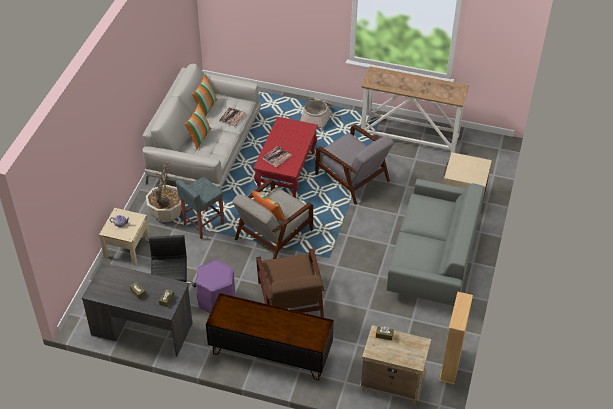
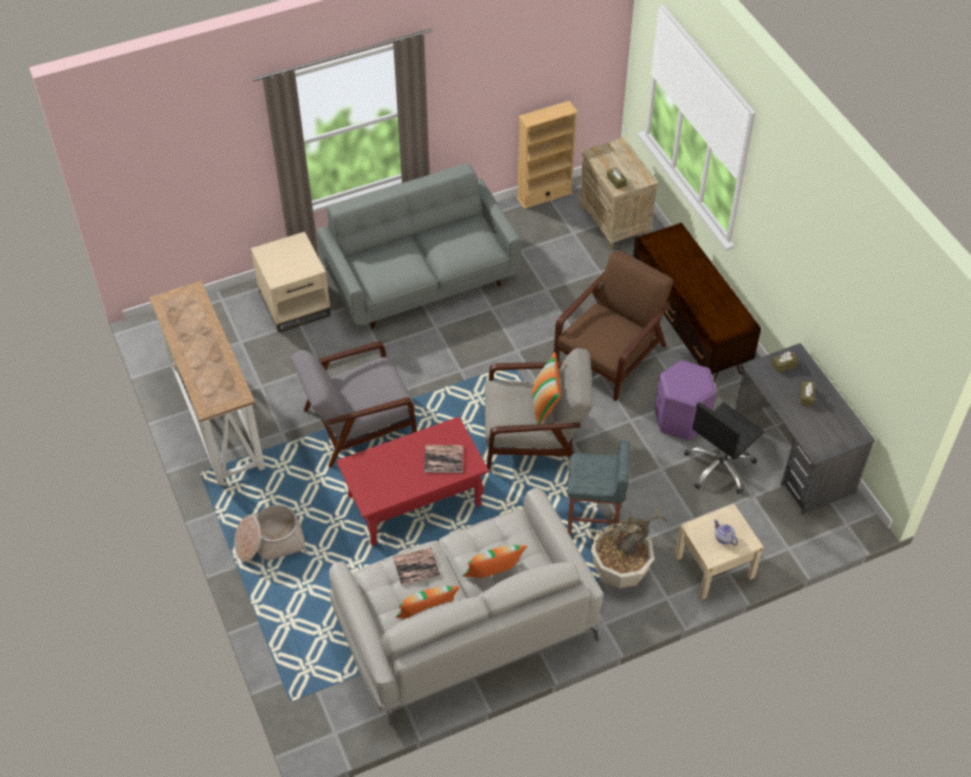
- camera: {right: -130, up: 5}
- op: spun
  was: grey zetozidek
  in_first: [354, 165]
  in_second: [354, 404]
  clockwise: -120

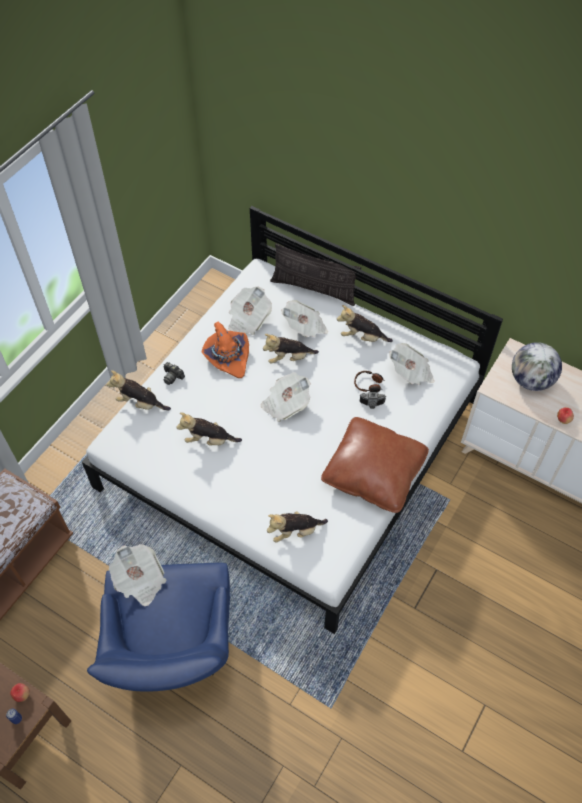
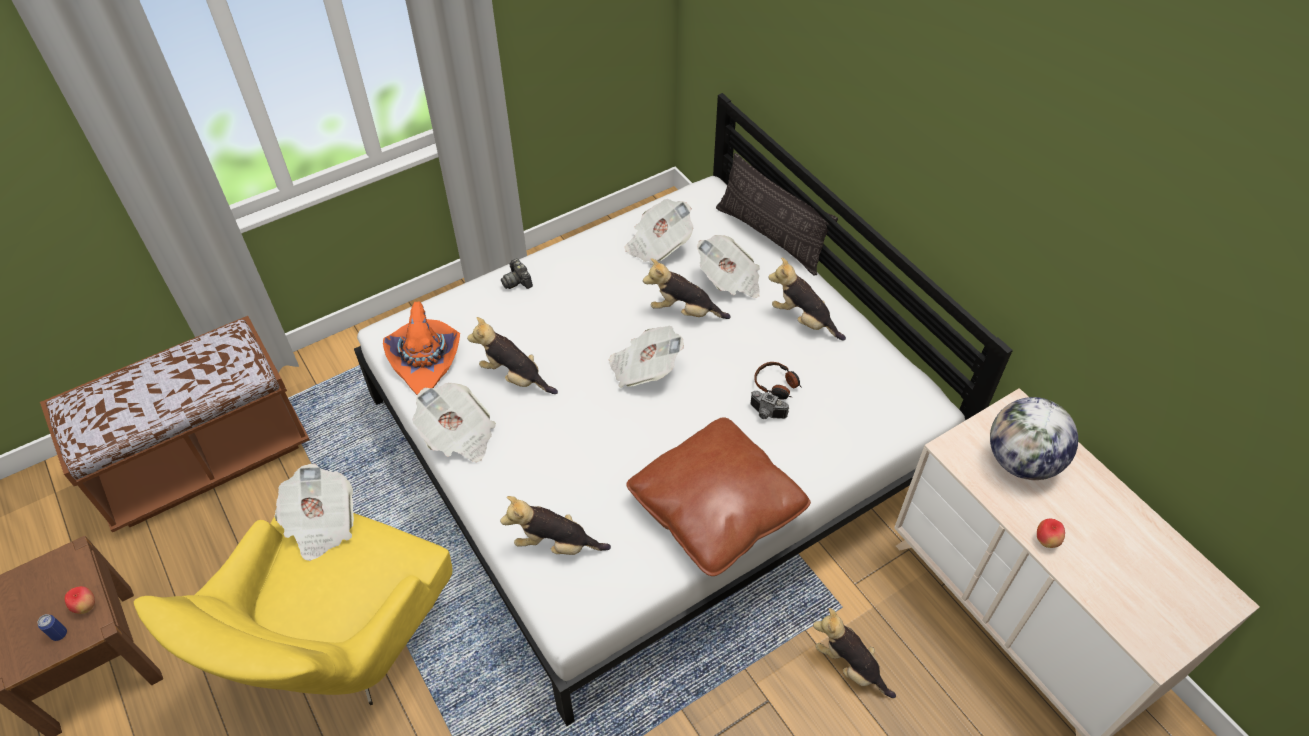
- camera: {right: 25, up: -5}
- op: relocated
  was: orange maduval
  in_first: [225, 349]
  in_second: [421, 348]
- op: relocated
  was: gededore
  in_first: [411, 364]
  in_second: [454, 422]
- op: relocated
  was: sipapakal
  in_first: [139, 390]
  in_second: [854, 653]
- op: colour
  was: blue zetozidek
  now: yellow zetozidek
  in_first: [158, 627]
  in_second: [293, 609]

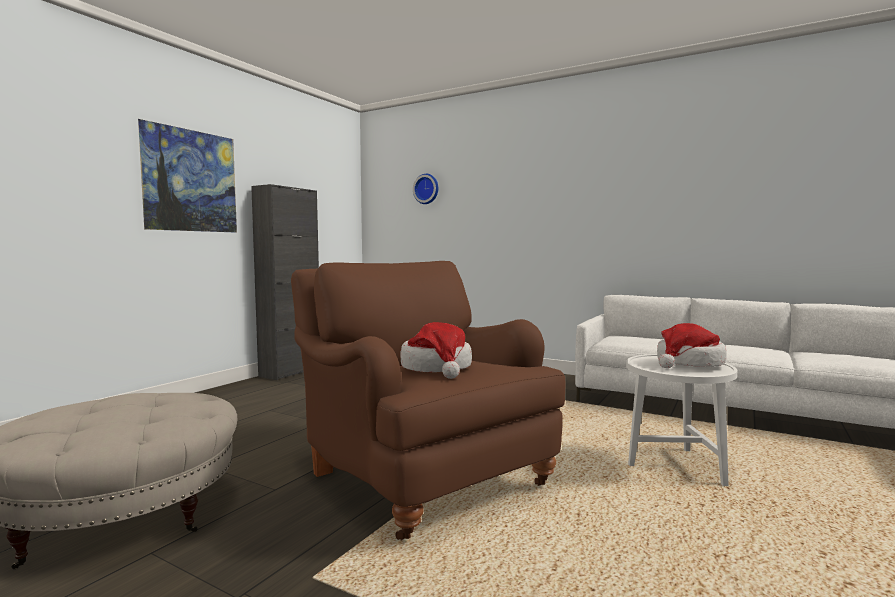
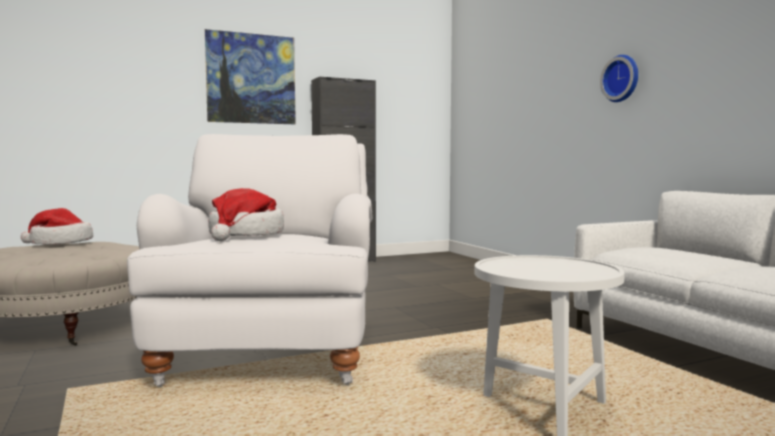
- camera: {right: 35, up: 0}
- op: relocated
  was: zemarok
  in_first: [425, 189]
  in_second: [619, 78]
- op: colour
  was: brown zetozidek
  now: white zetozidek
  in_first: [428, 401]
  in_second: [249, 260]
- op: relocated
  was: maduval
  in_first: [692, 345]
  in_second: [57, 226]

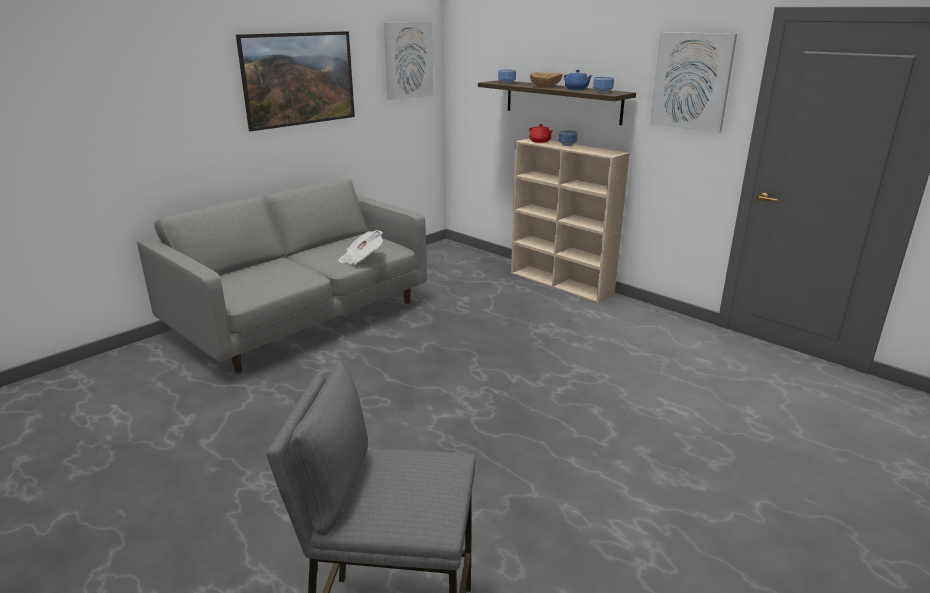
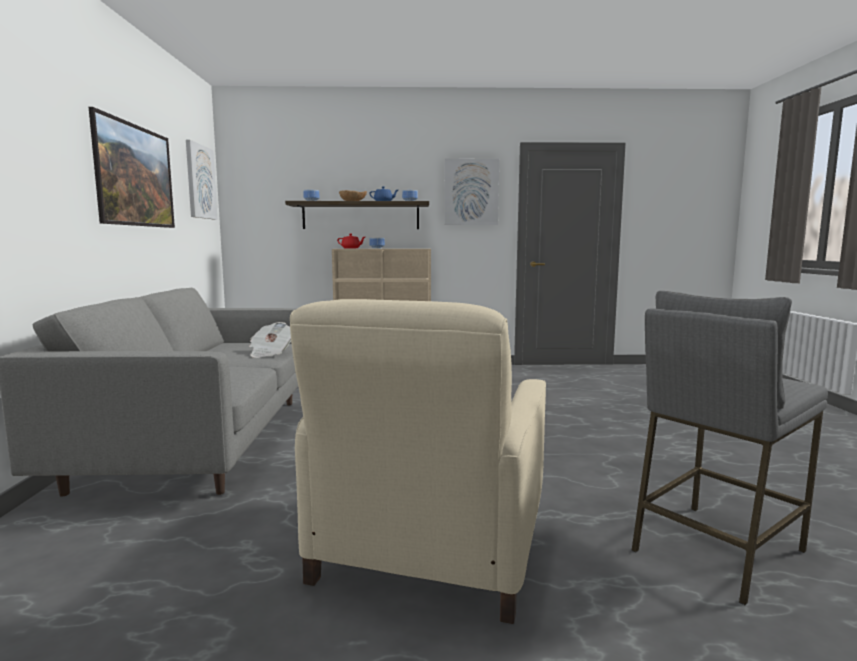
- camera: {right: -45, up: -15}
- op: appeared
  now: beige zetozidek
  in_second: [418, 461]

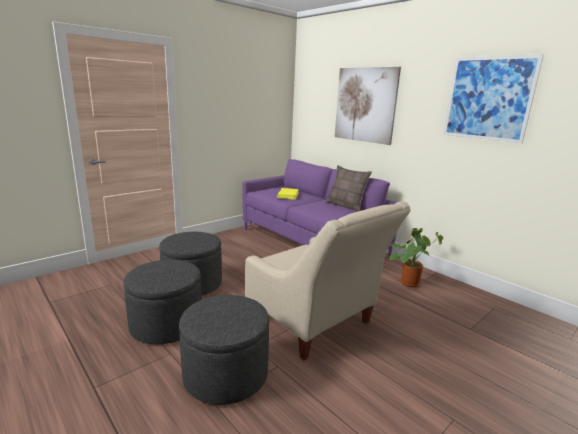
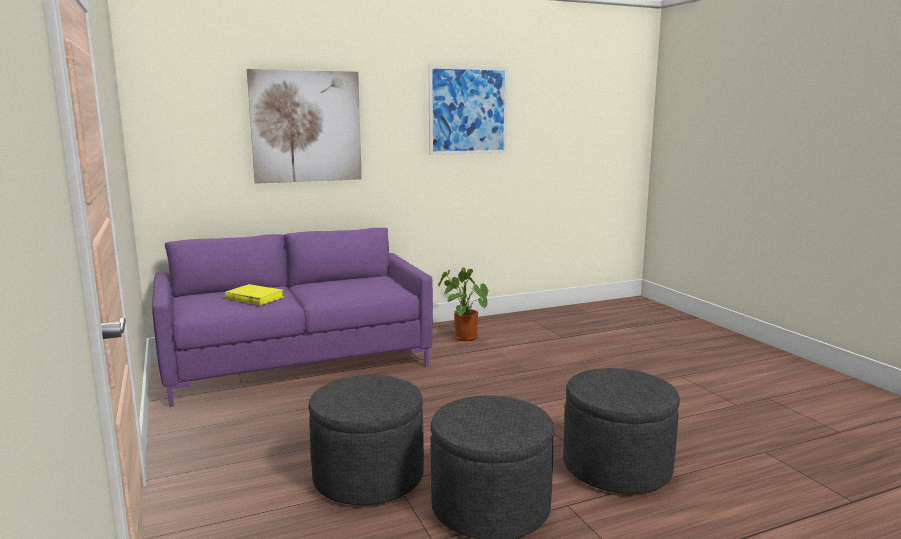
- camera: {right: -70, up: -5}
- op: missing
  was: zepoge
  in_first: [349, 188]
- op: missing
  was: beige zetozidek
  in_first: [328, 280]

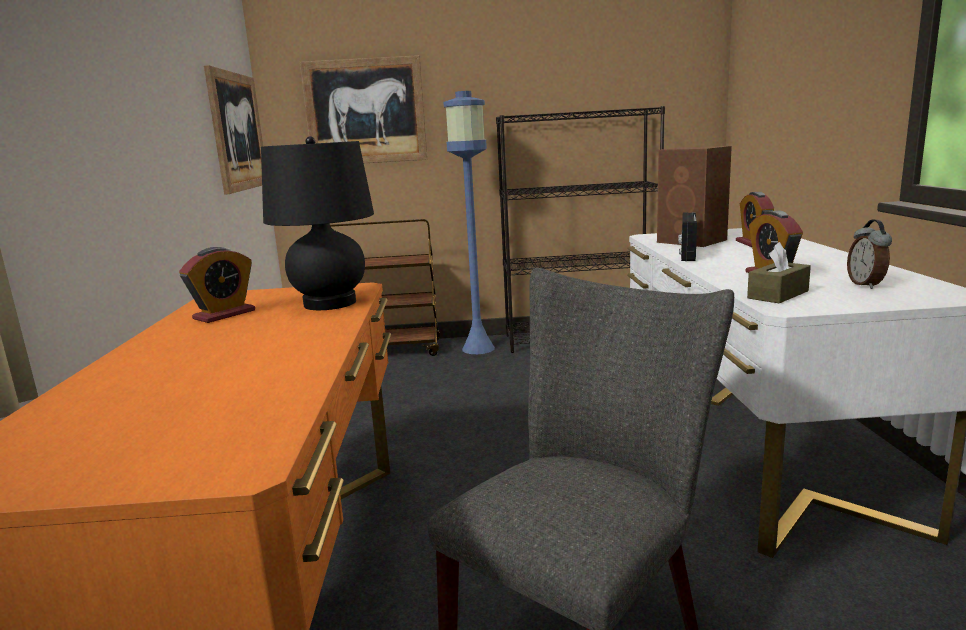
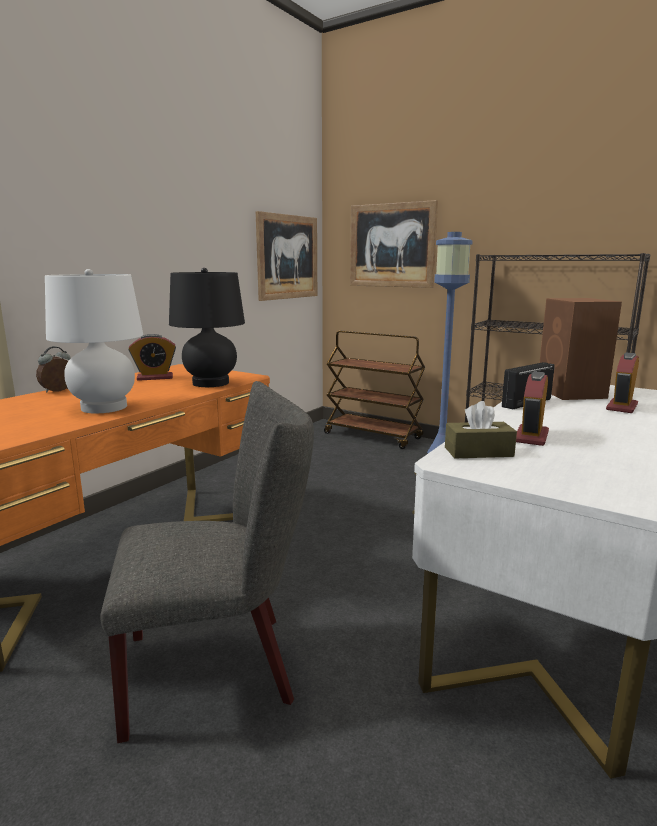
- camera: {right: 35, up: 0}
- op: relocated
  was: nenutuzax
  in_first: [869, 254]
  in_second: [53, 369]
- op: appeared
  now: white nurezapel
  in_second: [94, 341]

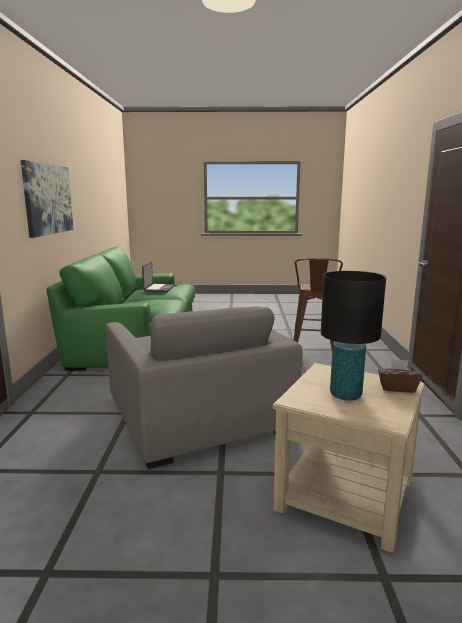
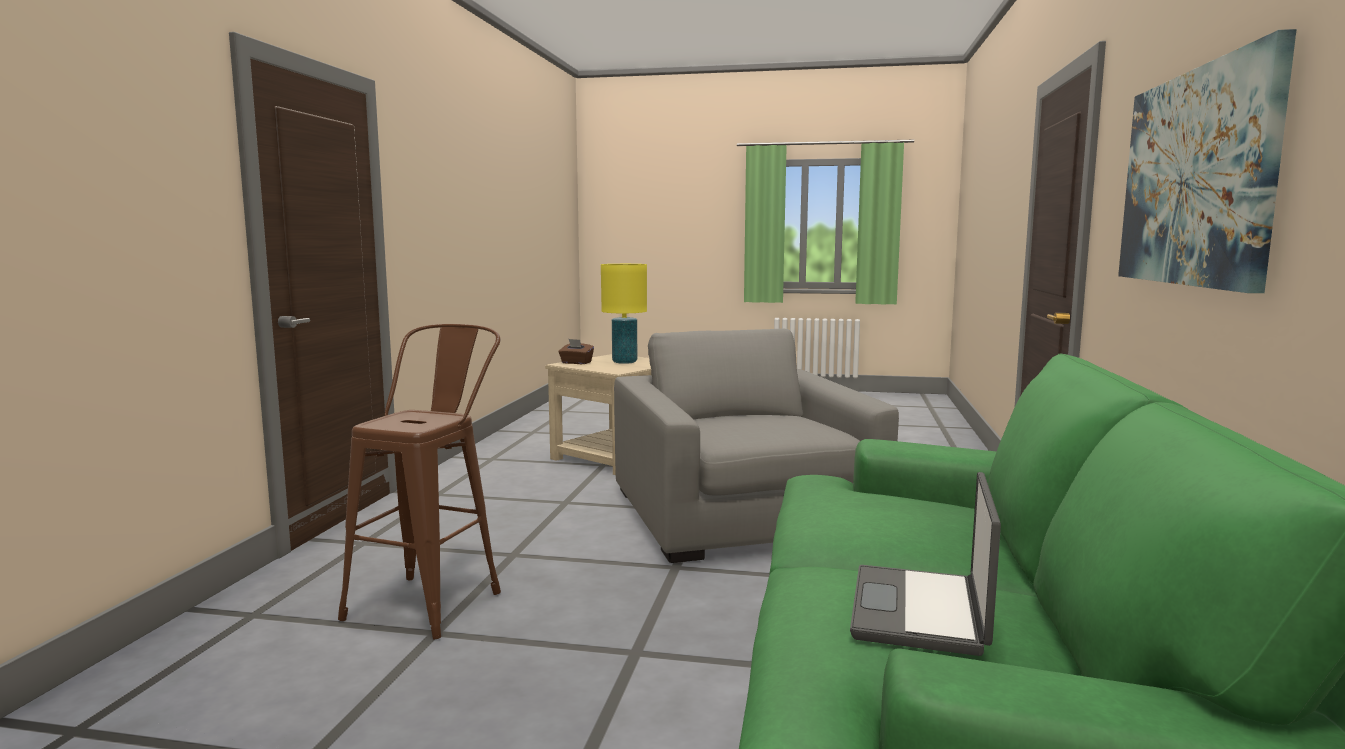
- camera: {right: -170, up: -5}
- op: colour
  was: black nurezapel
  now: yellow nurezapel
  in_first: [353, 336]
  in_second: [624, 314]

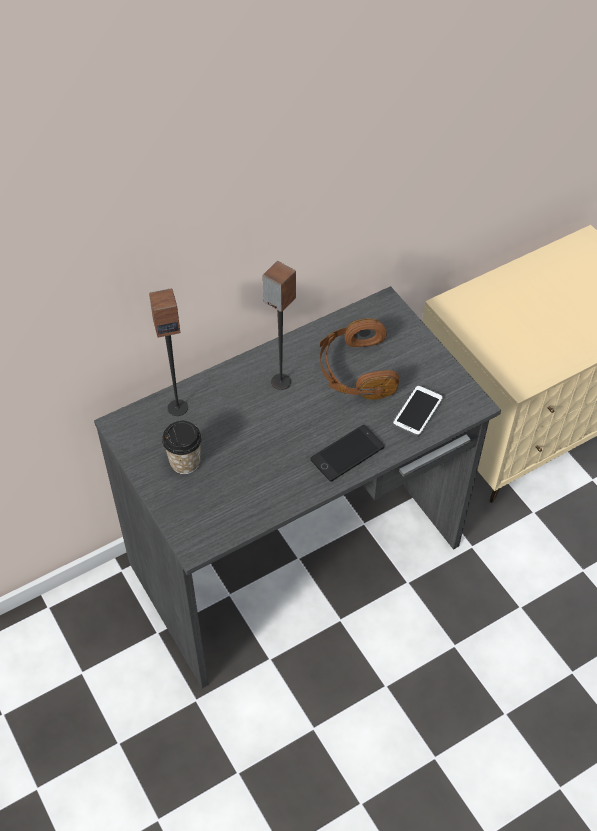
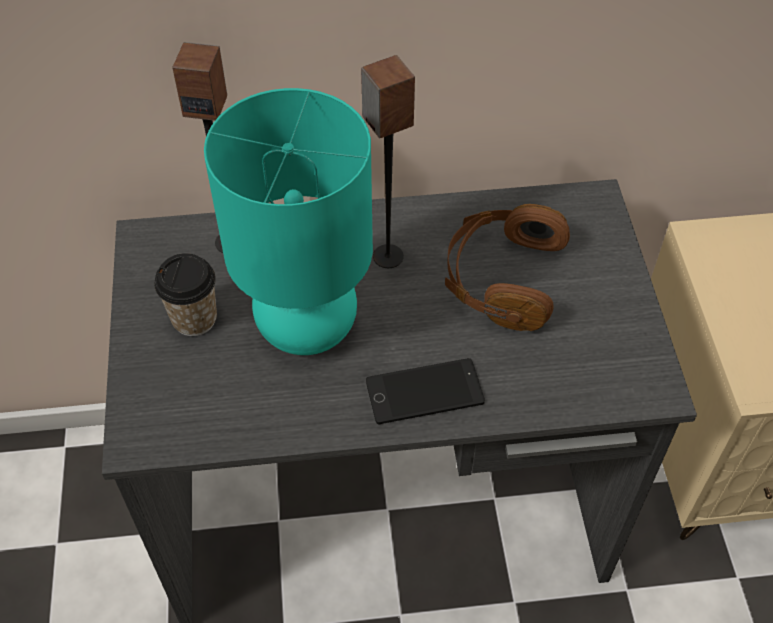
- camera: {right: 25, up: 0}
- op: missing
  was: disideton
  in_first: [417, 411]
- op: appeared
  now: turquoise nurezapel
  in_second: [288, 221]

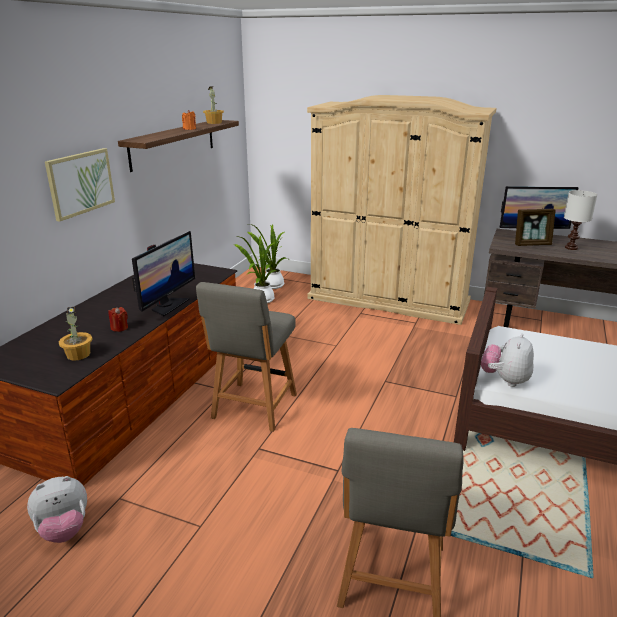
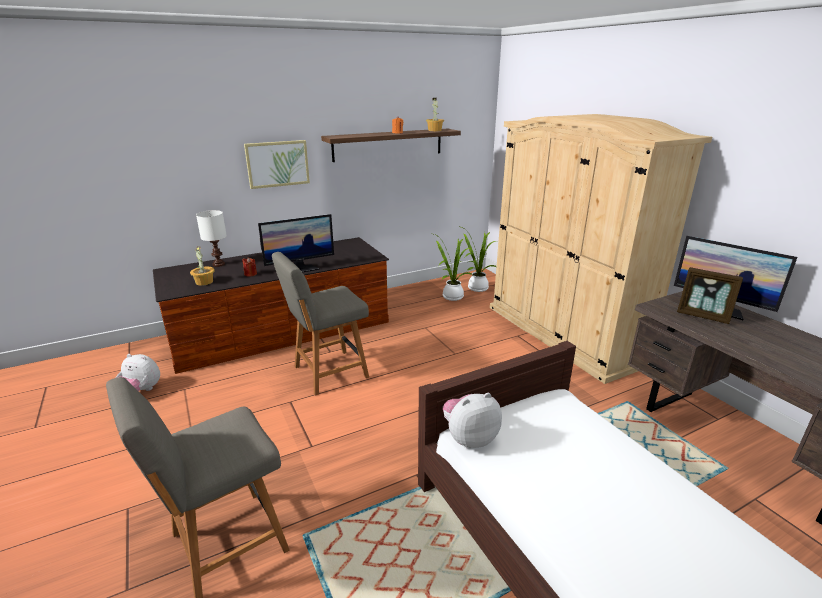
- camera: {right: 40, up: 0}
- op: relocated
  was: white nurezapel
  in_first: [580, 220]
  in_second: [211, 238]

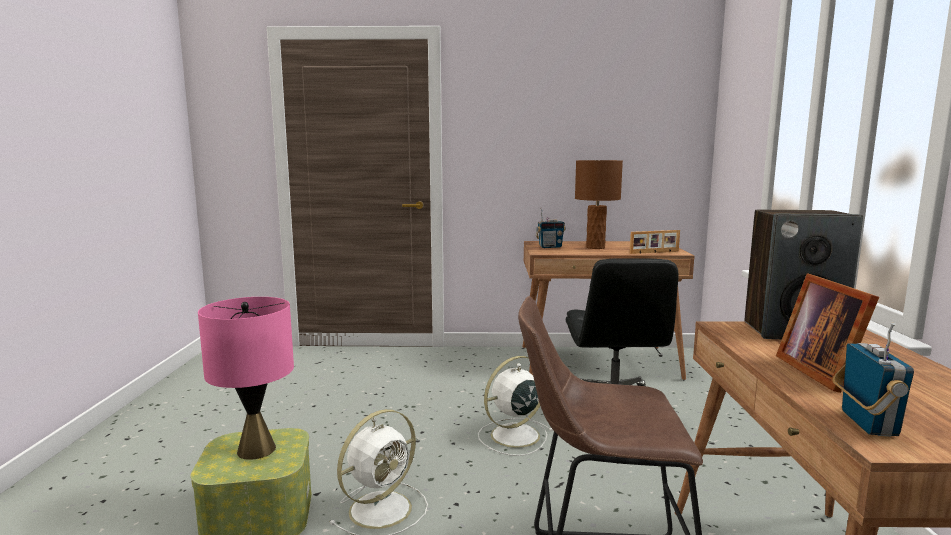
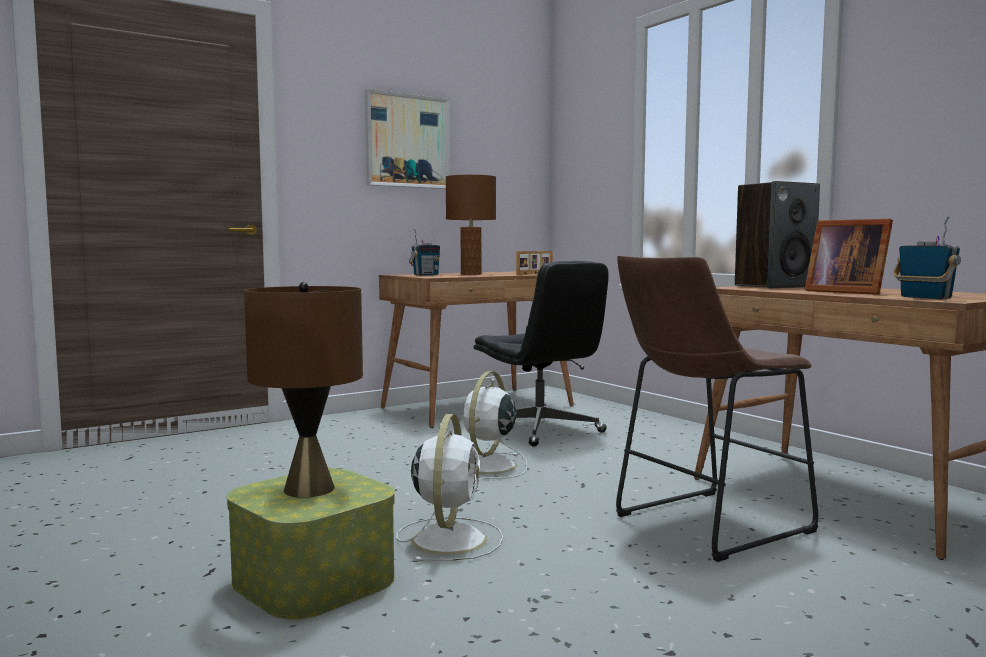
- camera: {right: -35, up: -5}
- op: colour
  was: pink nurezapel
  now: brown nurezapel
  in_first: [246, 378]
  in_second: [303, 390]
- op: appeared
  now: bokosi
  in_second: [407, 139]

